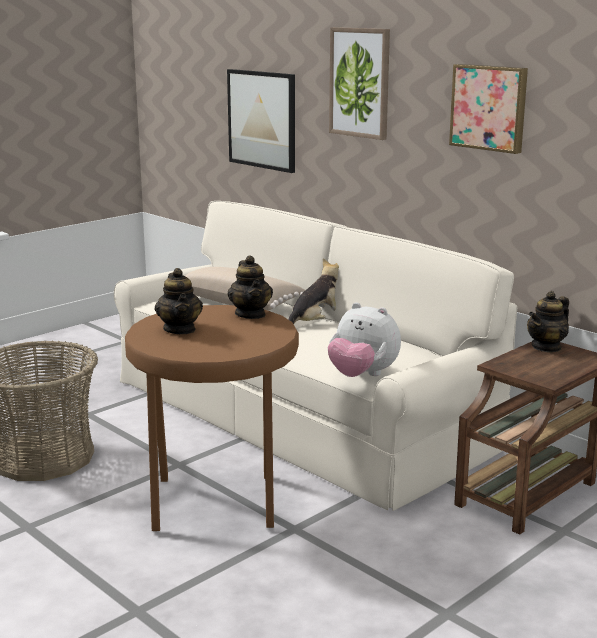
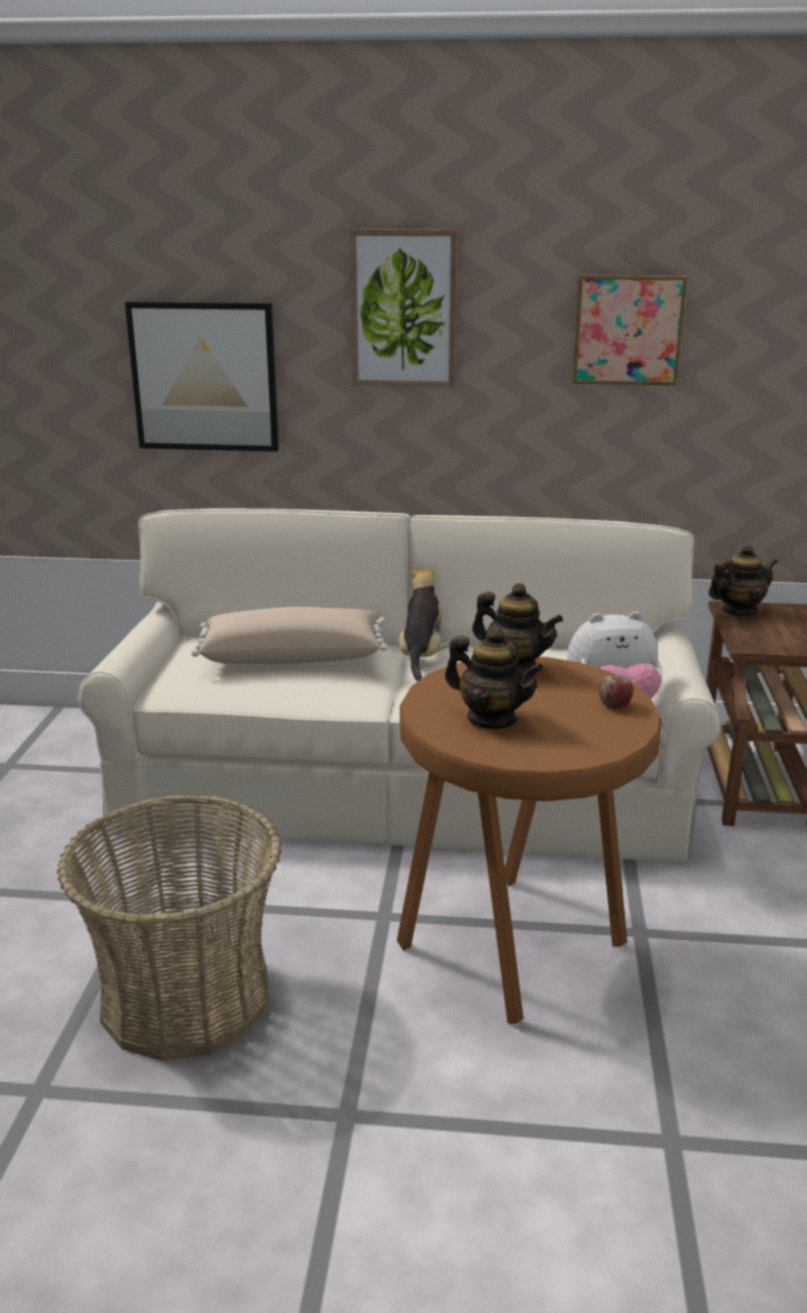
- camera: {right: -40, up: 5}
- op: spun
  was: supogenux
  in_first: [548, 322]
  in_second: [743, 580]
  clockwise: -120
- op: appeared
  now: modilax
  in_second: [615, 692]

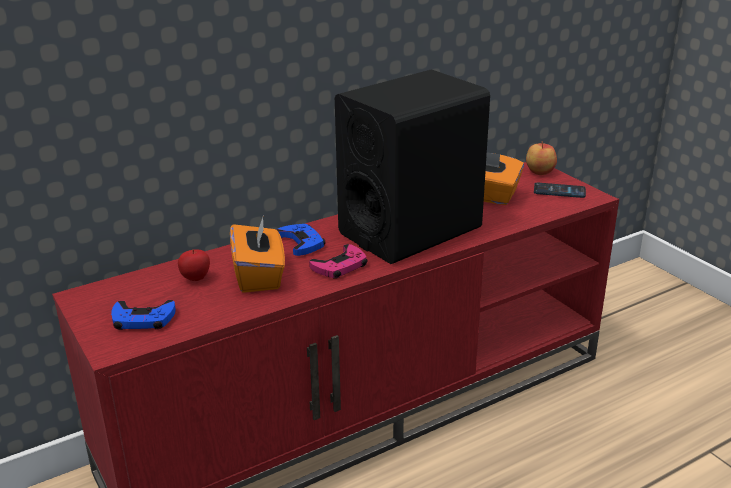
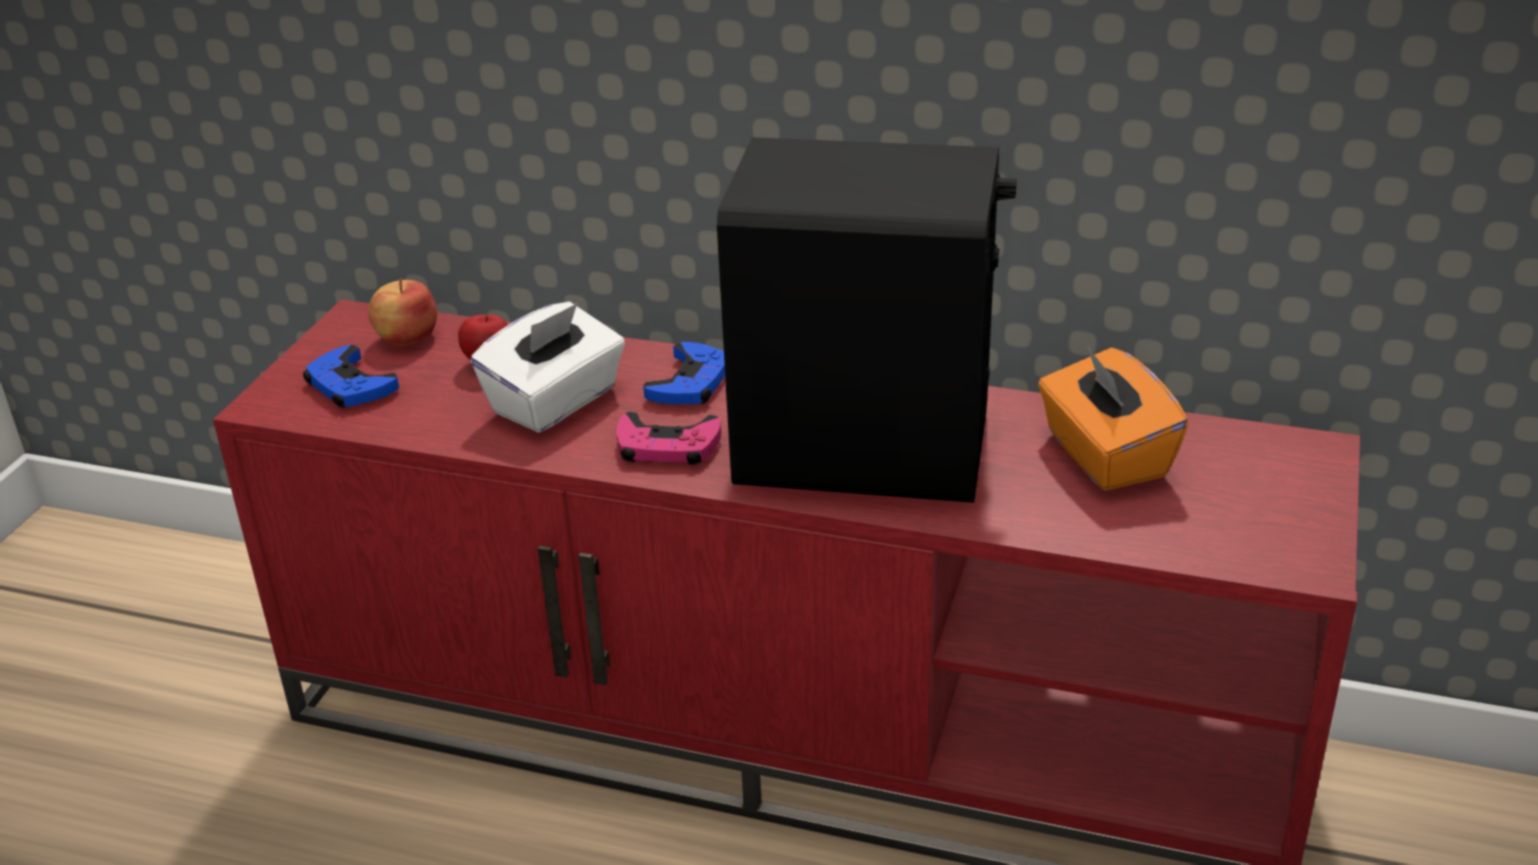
- camera: {right: 50, up: 5}
- op: relocated
  was: modilax
  in_first: [541, 158]
  in_second: [402, 312]
- op: missing
  was: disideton
  in_first: [560, 190]
- op: colour
  was: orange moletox
  now: white moletox
  in_first: [257, 255]
  in_second: [548, 367]

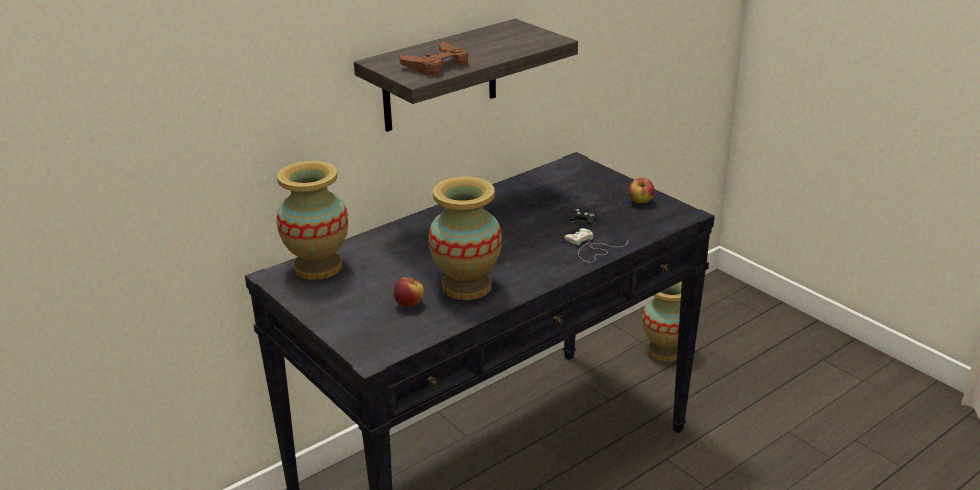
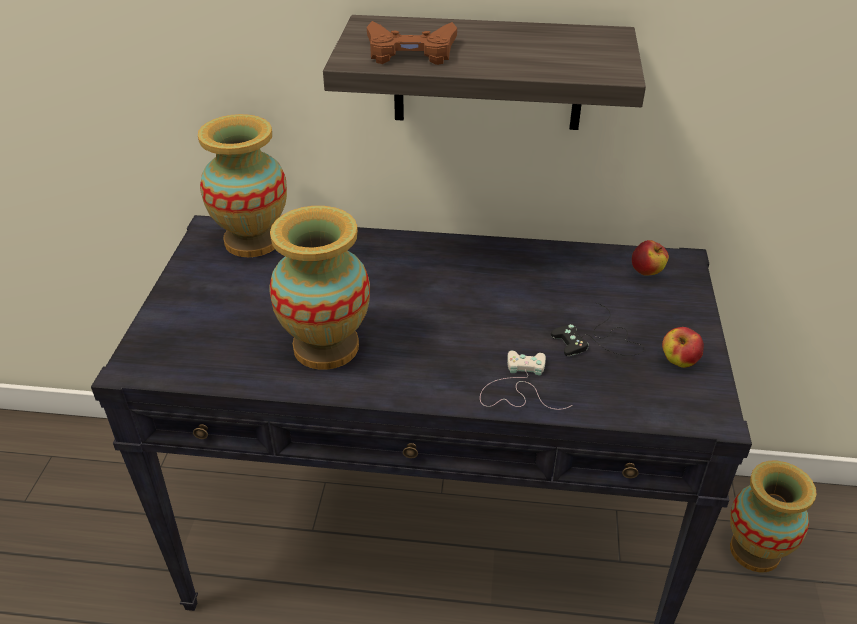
- camera: {right: 45, up: 10}
- op: relocated
  was: modilax
  in_first: [409, 292]
  in_second: [650, 258]

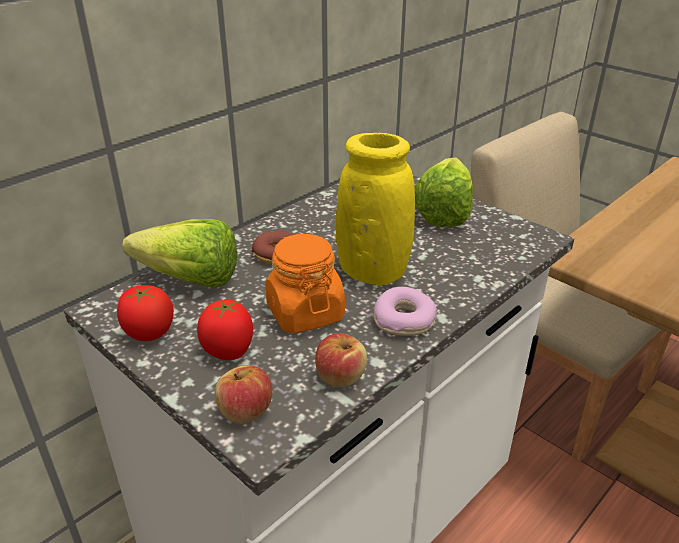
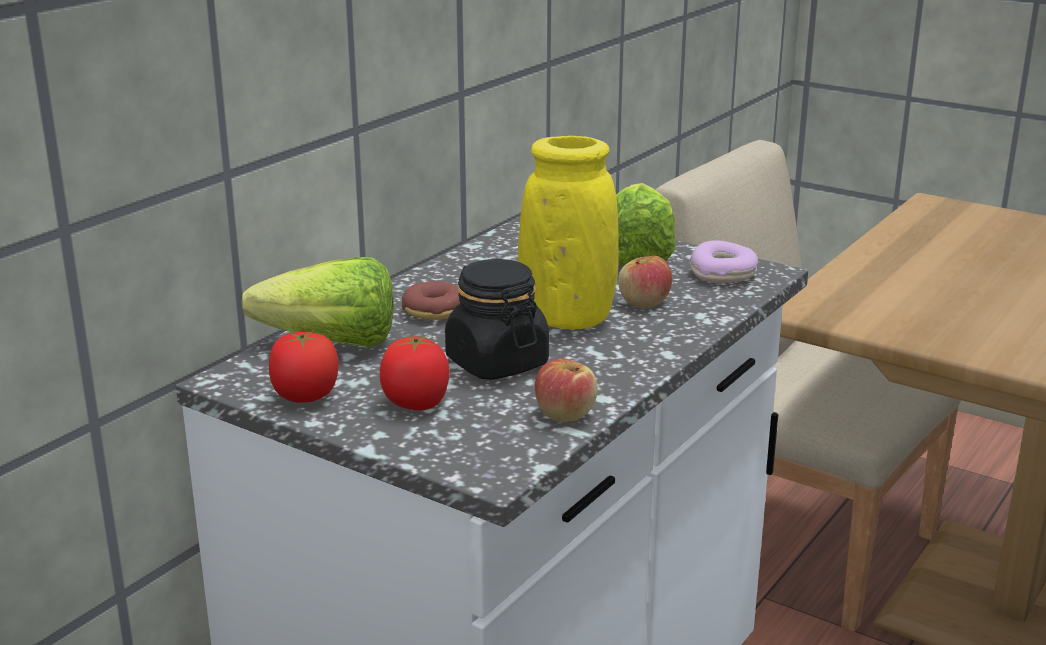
- camera: {right: -10, up: -10}
- op: colour
  was: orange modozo
  now: black modozo
  in_first: [305, 284]
  in_second: [497, 319]
- op: relocated
  was: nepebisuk
  in_first: [405, 311]
  in_second: [723, 261]
- op: relocated
  was: modilax
  in_first: [244, 394]
  in_second: [645, 282]

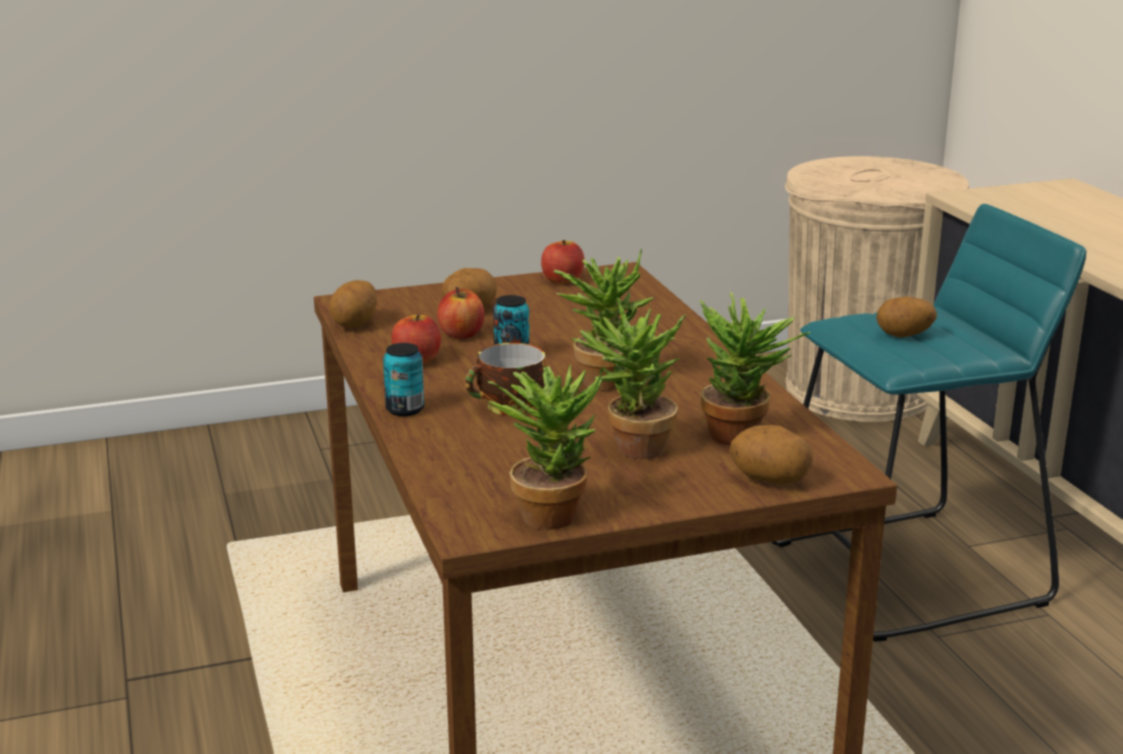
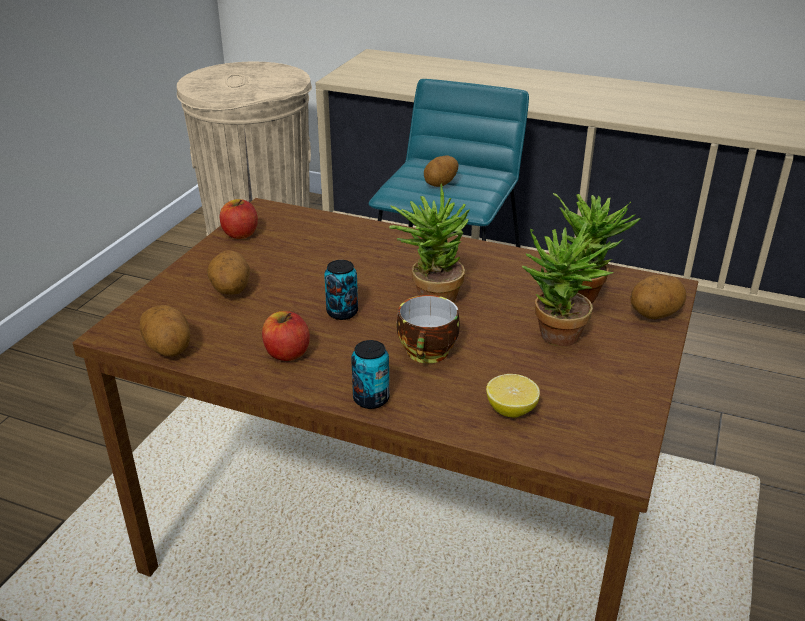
- camera: {right: -50, up: 10}
- op: missing
  was: modilax
  in_first: [460, 313]
- op: missing
  was: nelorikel
  in_first: [545, 447]
- op: appeared
  now: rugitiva
  in_second: [513, 395]

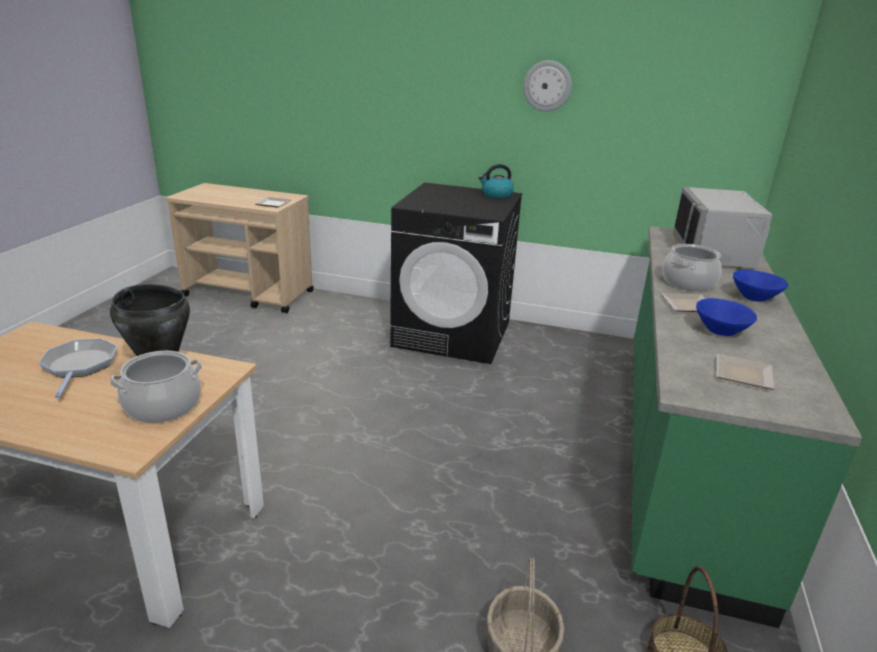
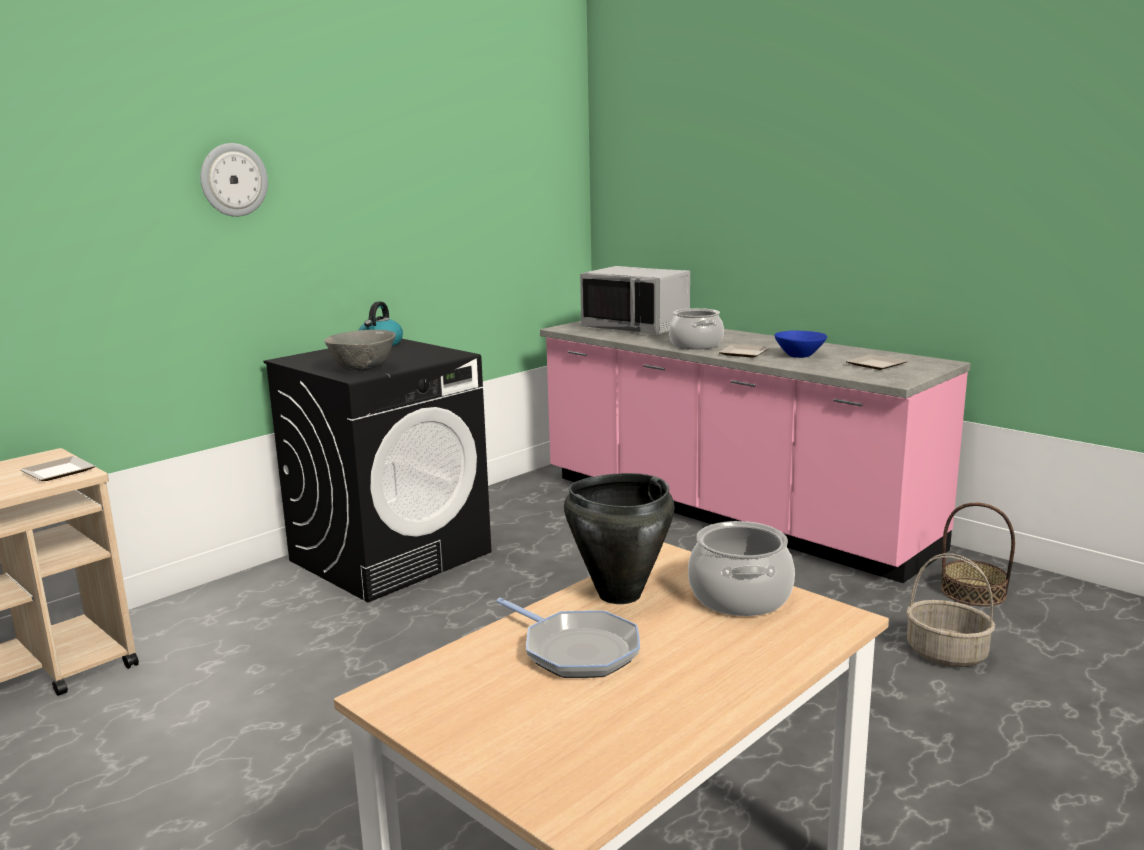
- camera: {right: -60, up: -10}
- op: relocated
  was: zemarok
  in_first: [547, 86]
  in_second: [234, 180]
- op: colour
  was: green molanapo
  now: pink molanapo
  in_first: [747, 427]
  in_second: [755, 452]
- op: missing
  was: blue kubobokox
  in_first: [760, 286]
- op: spun
  was: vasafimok
  in_first: [78, 368]
  in_second: [568, 638]
  clockwise: -150
- op: appeared
  now: grey kubobokox
  in_second: [360, 350]

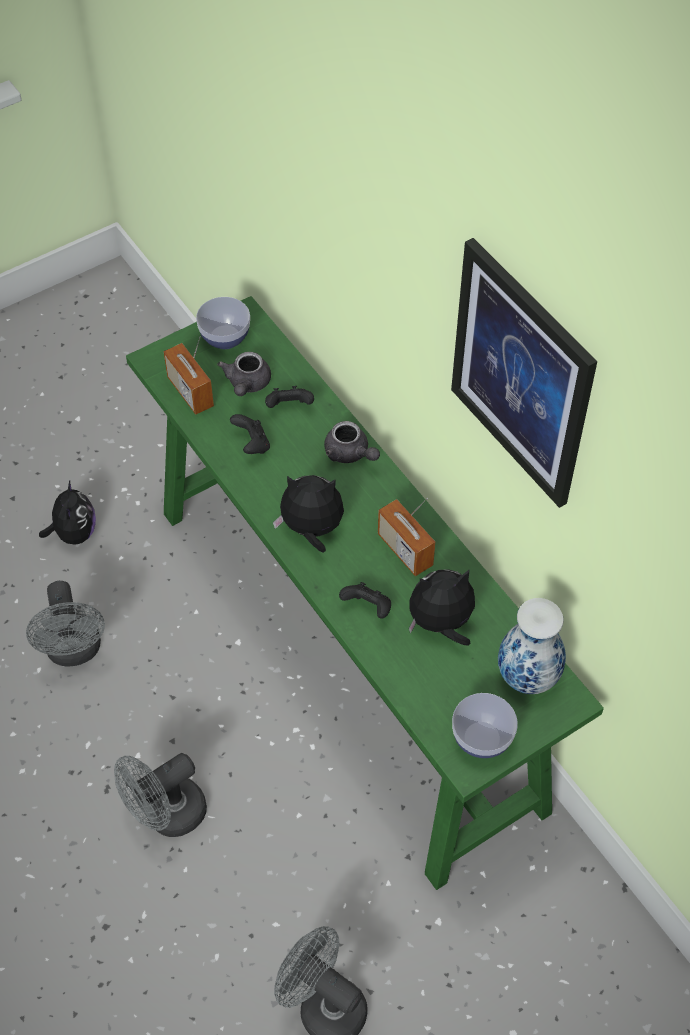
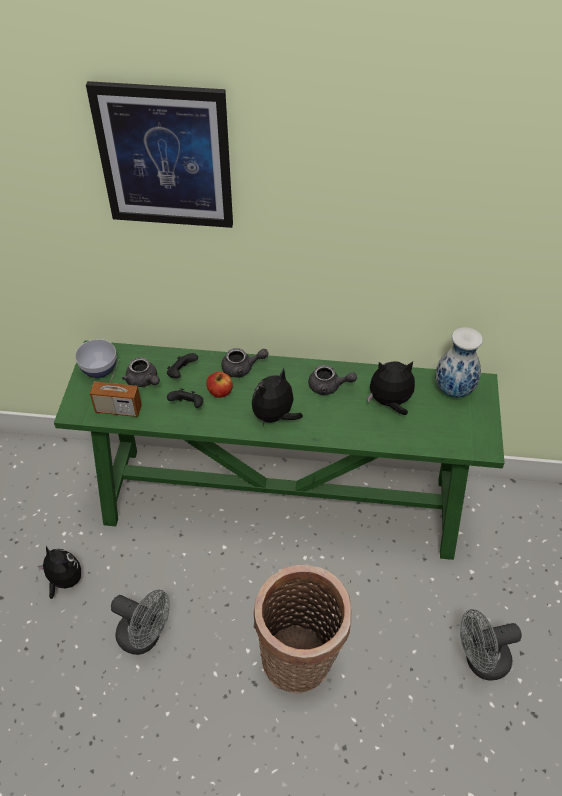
- camera: {right: -50, up: -5}
- op: relocated
  was: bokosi
  in_first: [524, 373]
  in_second: [159, 154]
- op: exchanged
  was: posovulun
  now: grey supogenux
  in_first: [406, 537]
  in_second: [332, 380]
- op: spun
  was: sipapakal
  in_first: [442, 607]
  in_second: [391, 388]
  clockwise: 60
- op: missing
  was: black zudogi
  in_first: [365, 600]
- op: missing
  was: kubobokox
  in_first: [485, 725]
- op: exchanged
  was: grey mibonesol
  now: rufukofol
  in_first: [160, 795]
  in_second: [303, 629]
- op: appeared
  now: modilax
  in_second: [219, 385]

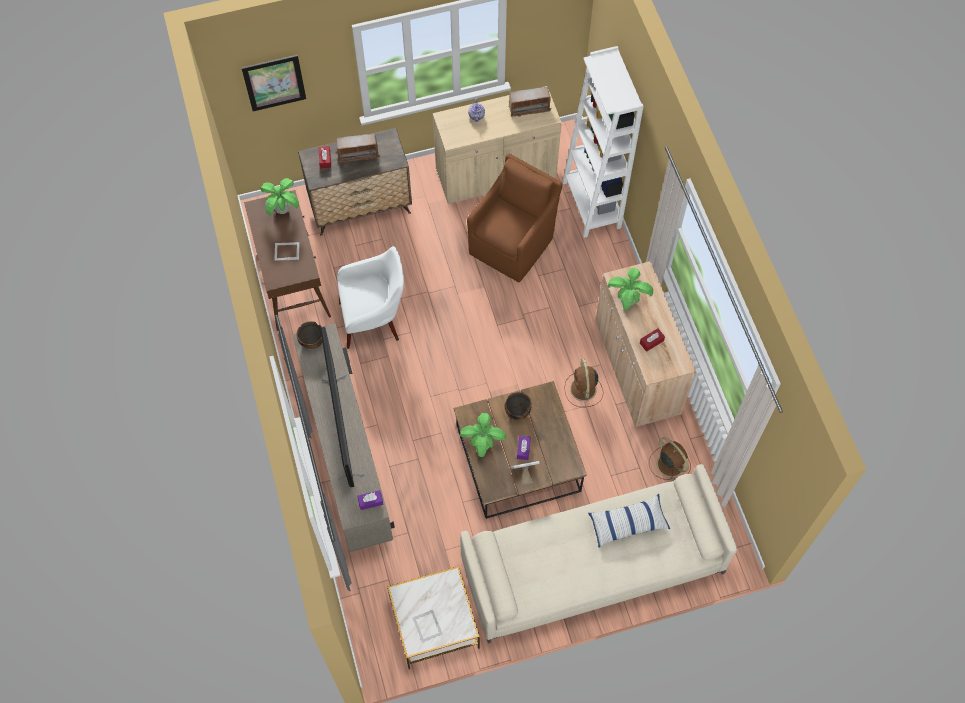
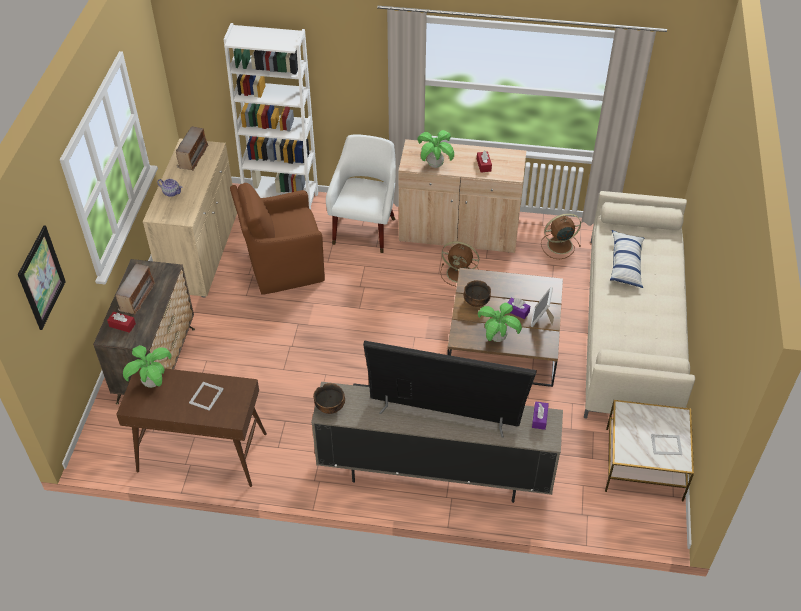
- camera: {right: -65, up: -15}
- op: spun
  was: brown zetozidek
  in_first: [514, 217]
  in_second: [277, 239]
  clockwise: -75
- op: relocated
  was: white zetozidek
  in_first: [370, 297]
  in_second: [361, 193]

